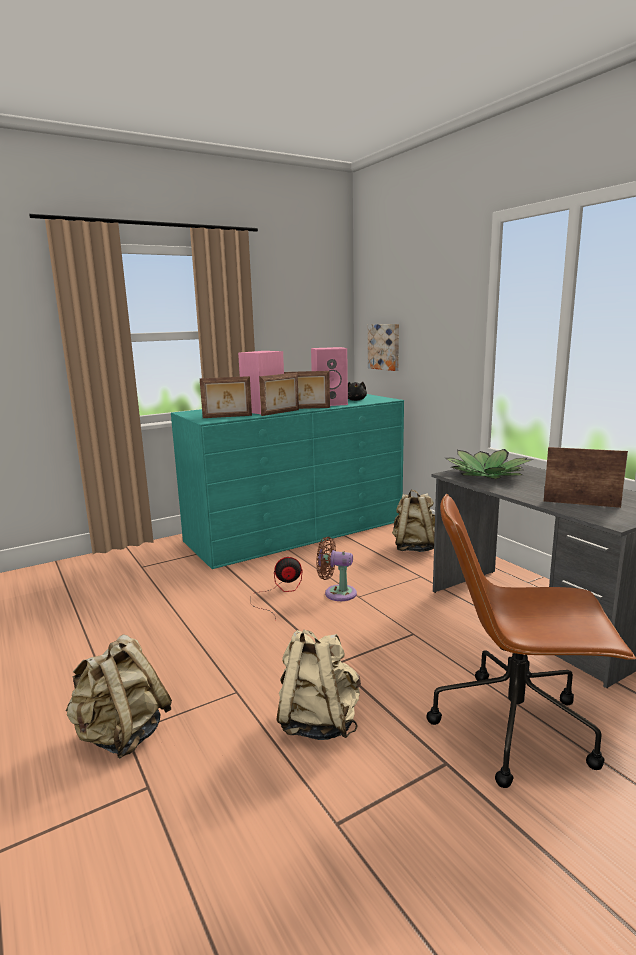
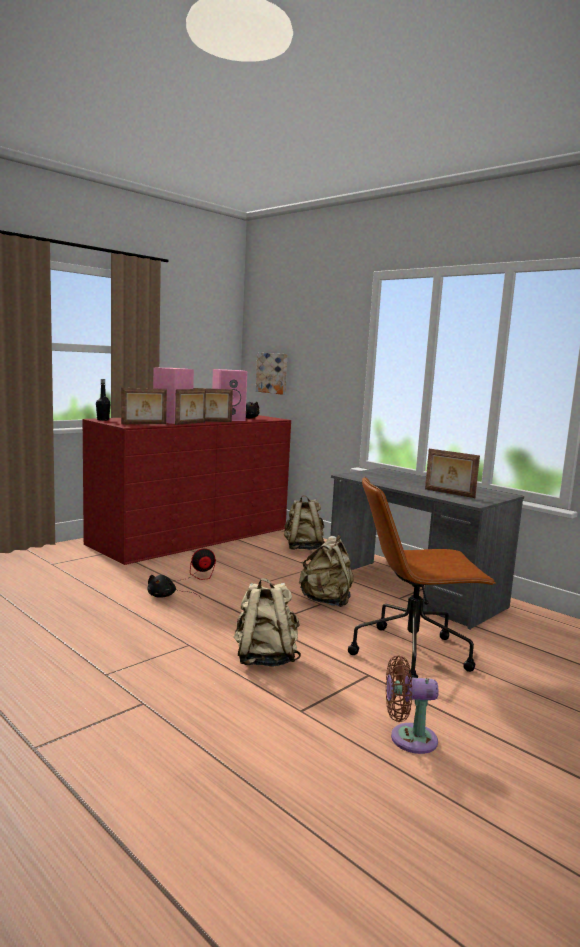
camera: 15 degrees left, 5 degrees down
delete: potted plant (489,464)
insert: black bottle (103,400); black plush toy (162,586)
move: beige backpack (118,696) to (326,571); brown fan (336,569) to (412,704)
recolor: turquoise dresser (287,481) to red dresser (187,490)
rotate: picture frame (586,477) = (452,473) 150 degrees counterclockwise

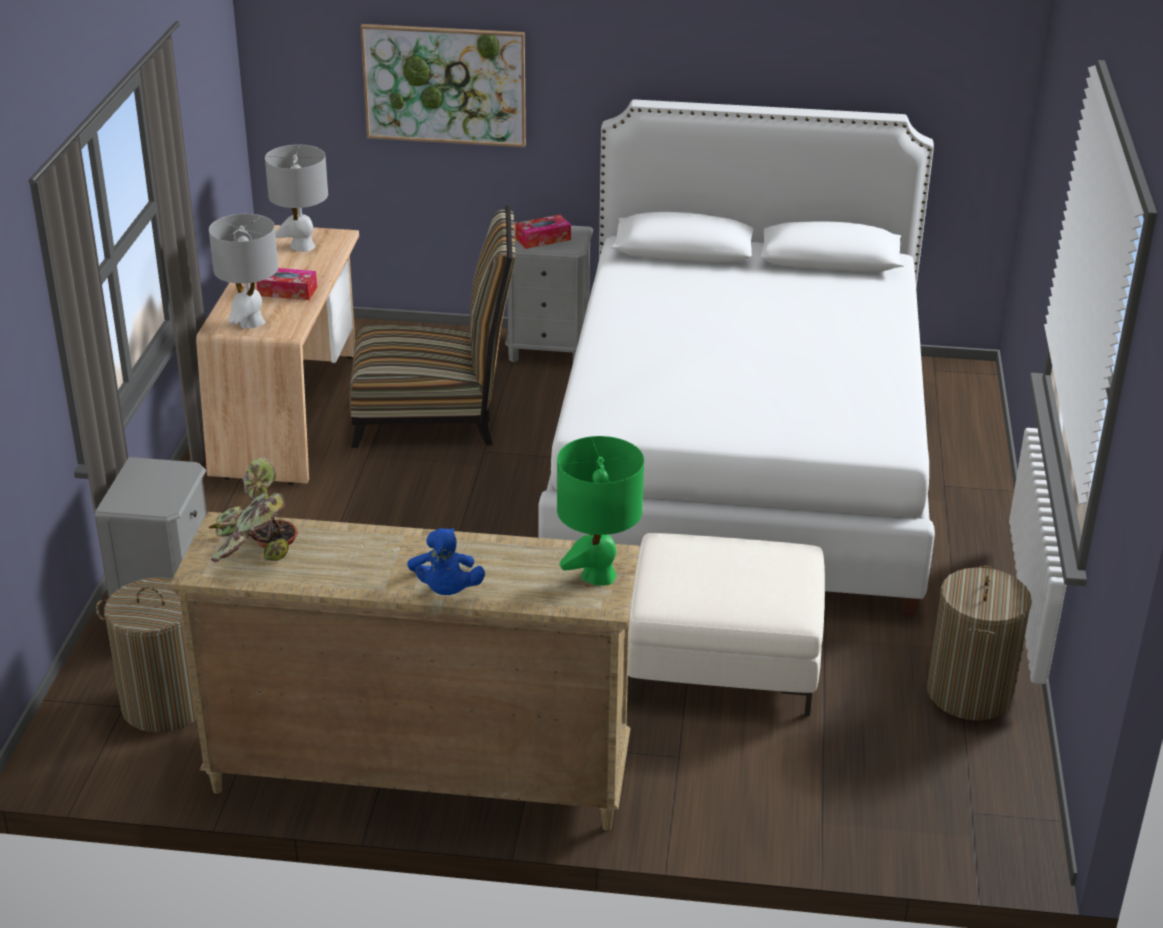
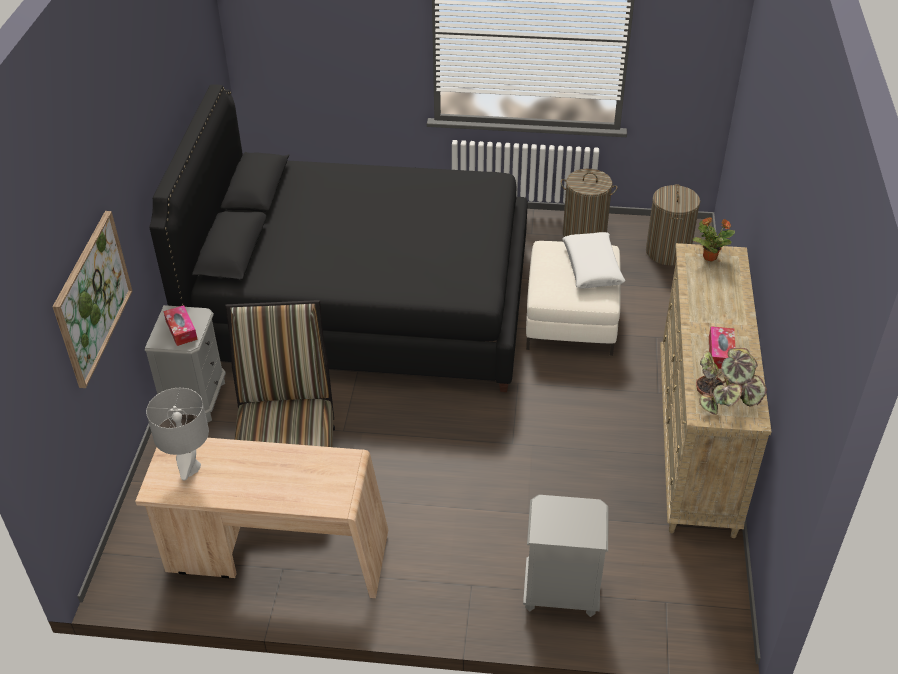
camera: 90 degrees left, 10 degrees up
delete: grey table lamp (243,271); blue plush toy (446,561)
insert: white pillow (593,260)
move: laundry basket (146,655) to (673,224); tissue box (286,284) to (722,347)
replace: green table lamp (600,510) to potted plant (714,239)
recolor: white bed (736,357) to black bed (339,238)

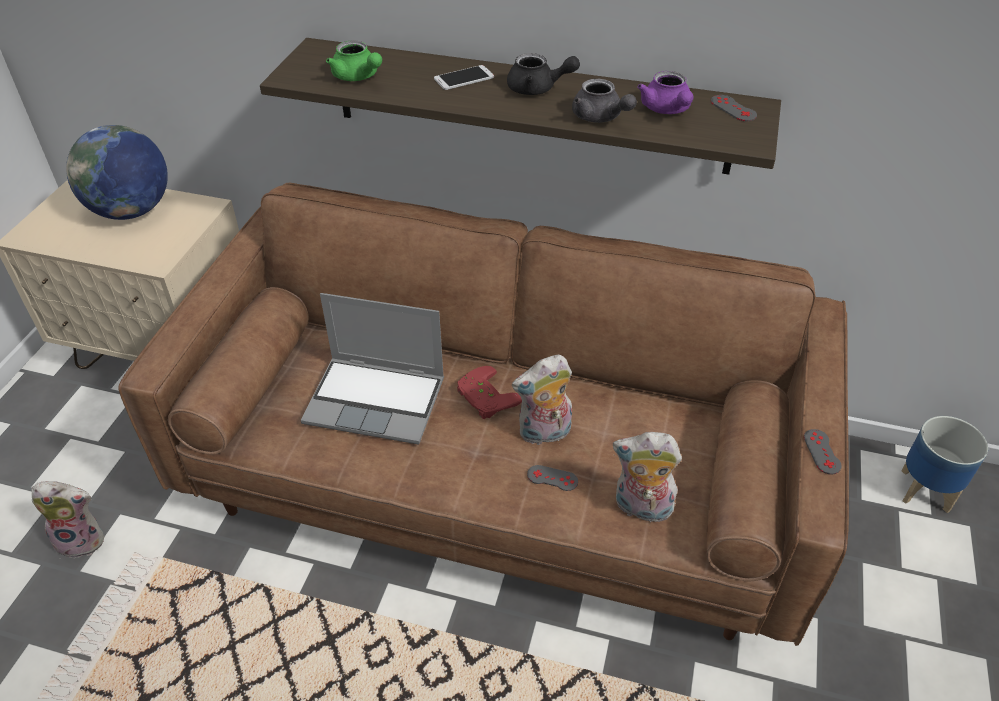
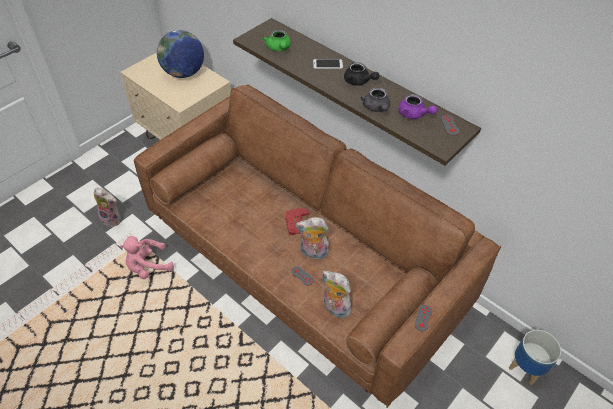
camera: 25 degrees right, 5 degrees up
delete: laptop (372,369)
insert: pink plush toy (146,257)
rotate: purple teapot (665,92) = (418,106) 60 degrees counterclockwise

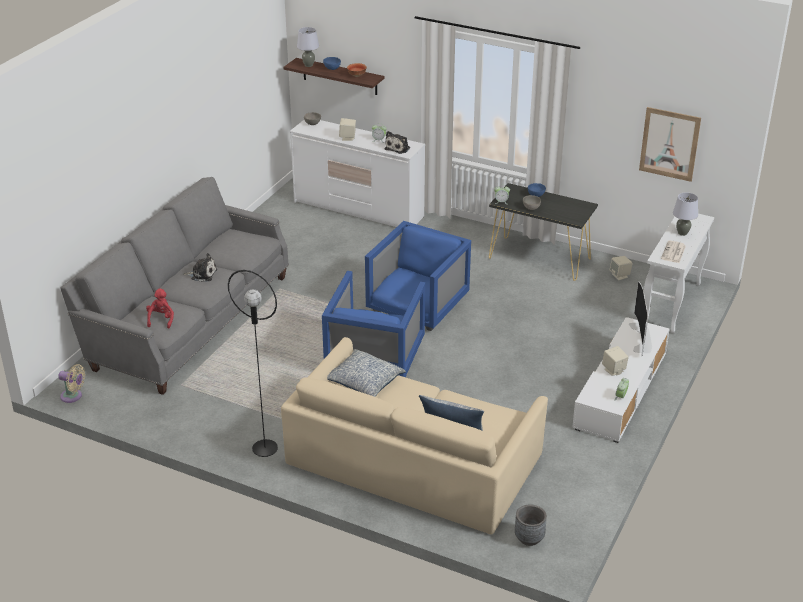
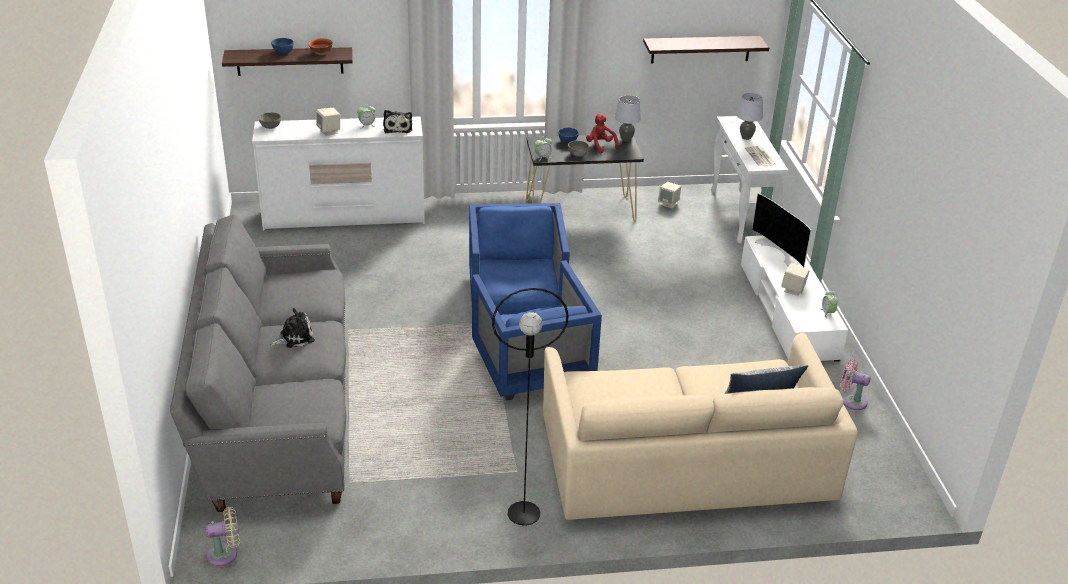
camera: 35 degrees left, 0 degrees up
delete: pillow (366,373); grey planter (531,525)
insert: pink fan (855,384)
move: red plush toy (160,308) to (602,133); grey table lamp (308,47) to (628,118)
replace: picture (670,144) to shelf (706,50)

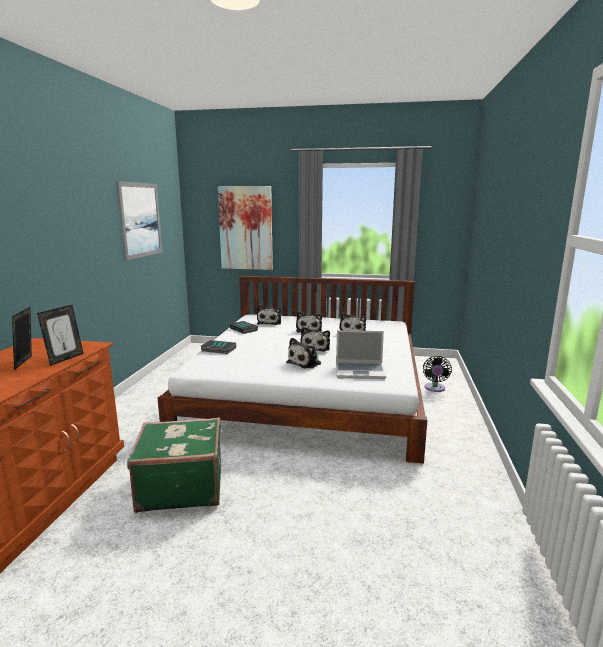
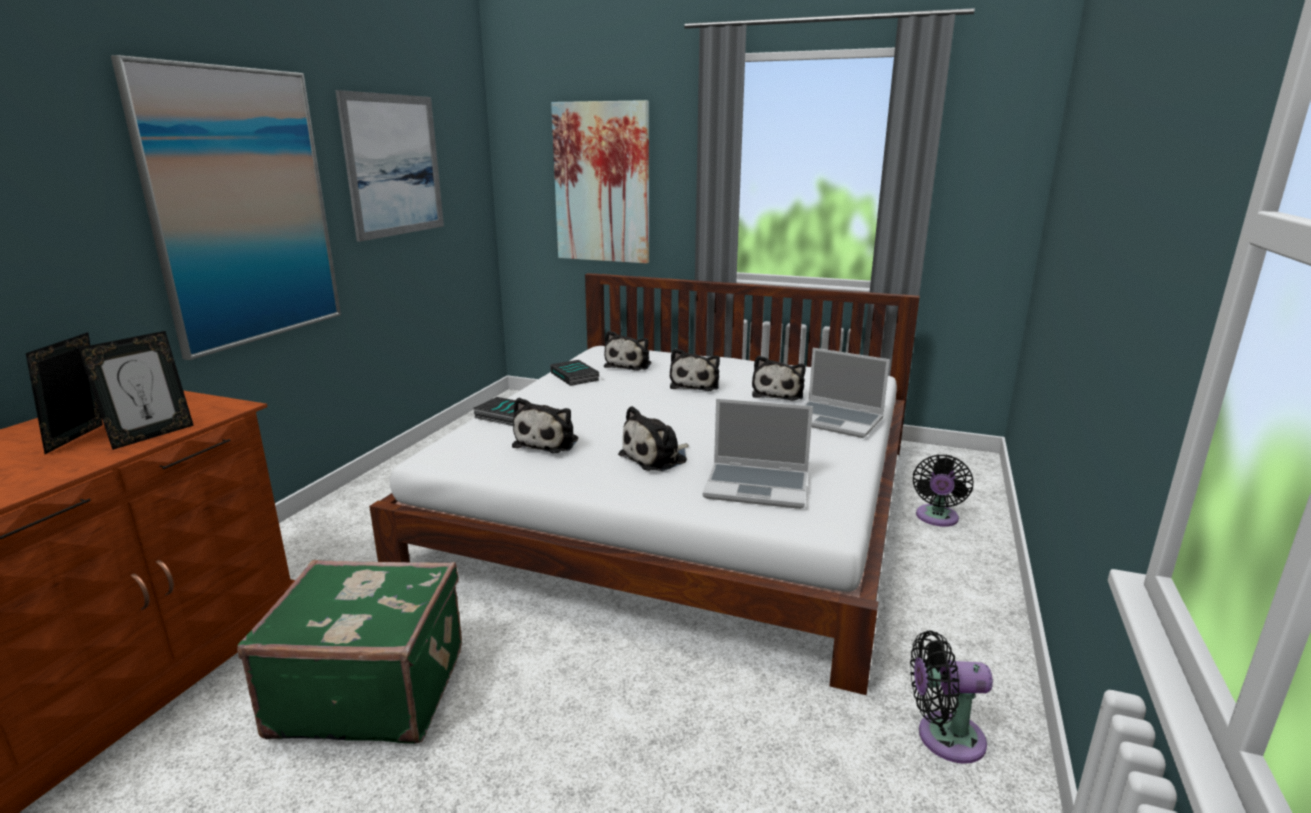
camera: 10 degrees right, 5 degrees up
insert: picture (226,207); laptop (847,393); black fan (951,697)
move: plush toy (315,339) to (545,425)

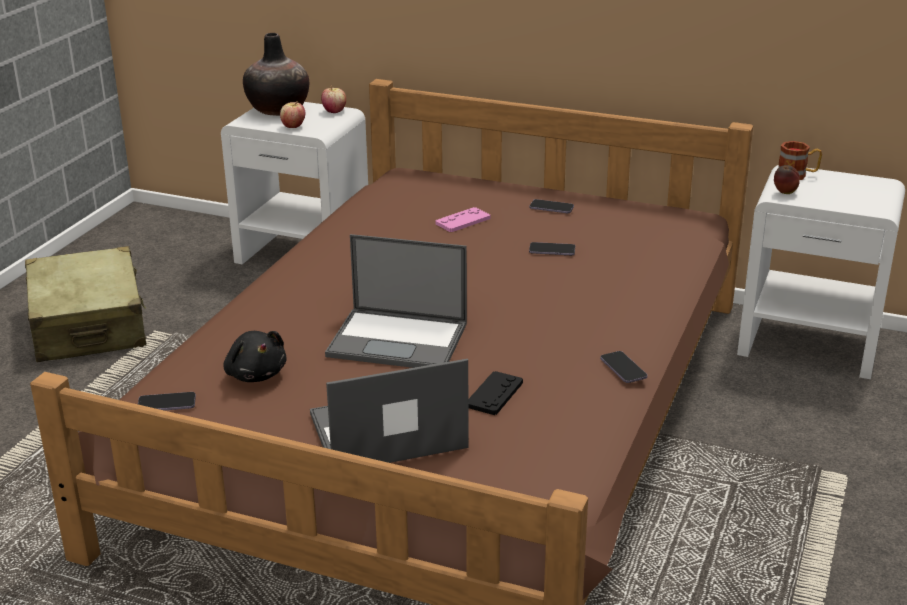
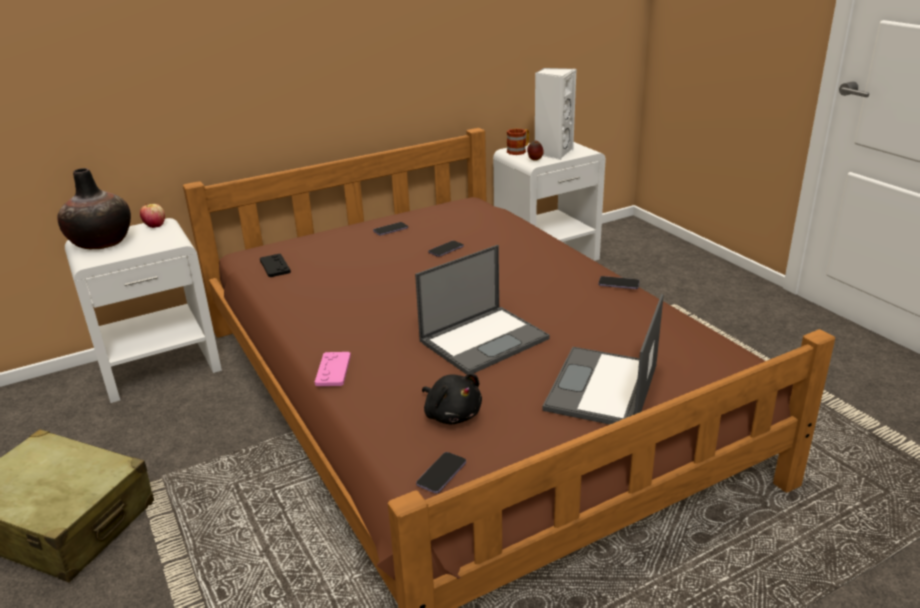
camera: 50 degrees left, 0 degrees up
delete: apple (292,115)
insert: white speaker (555,114)
move: pink game controller (462,219) to (333,369); black game controller (495,393) to (275,265)
rotate: black plush toy (254,356) = (452,399) 45 degrees clockwise

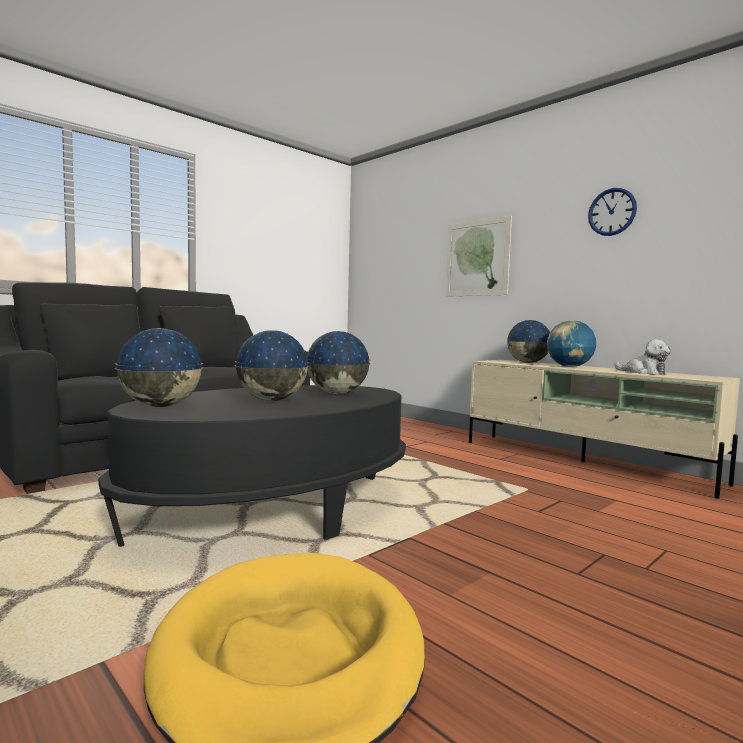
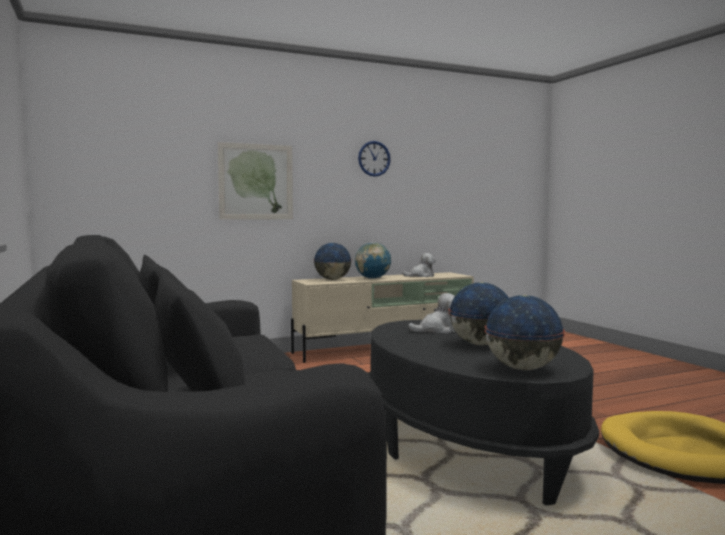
camera: 70 degrees left, 0 degrees up
replace: globe (339,362) to plush toy (431,313)

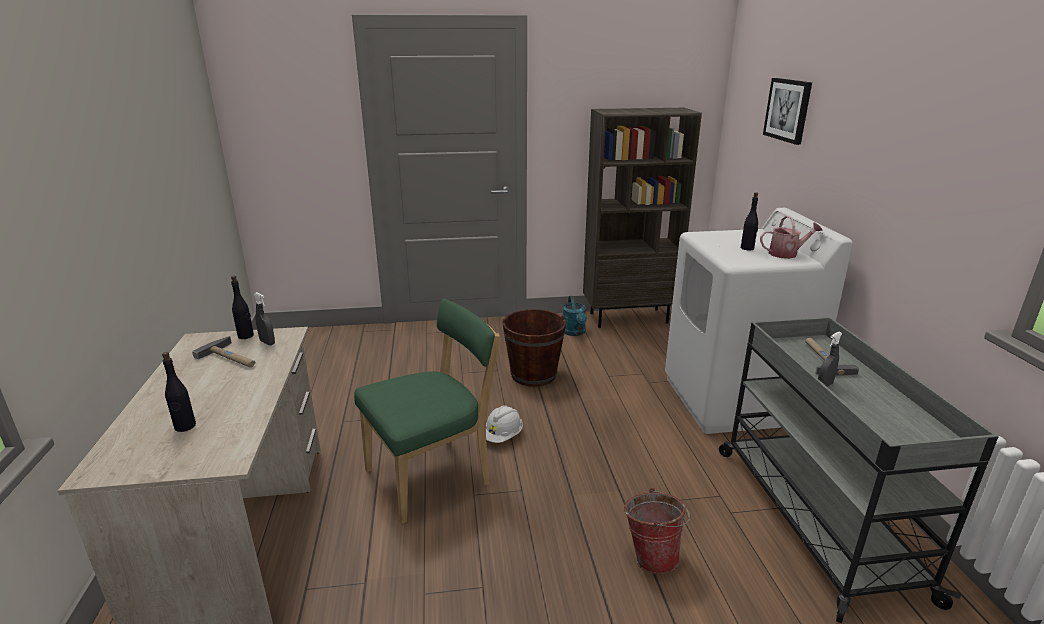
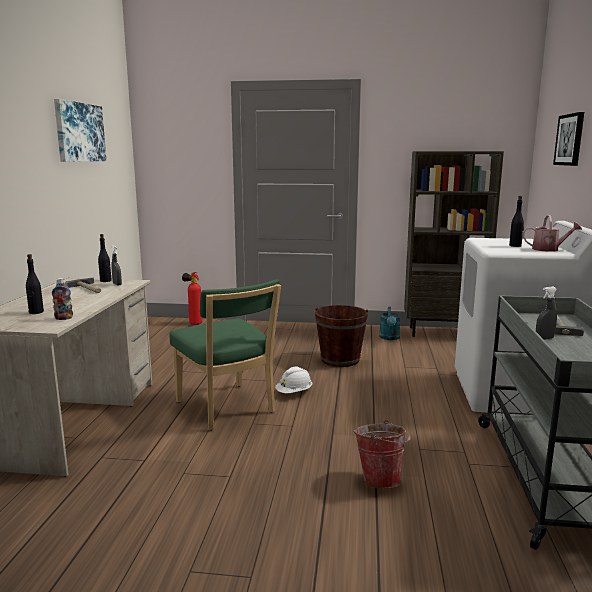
camera: 15 degrees right, 10 degrees down
insert: bottle (62,299); picture (80,130); fire extinguisher (192,298)
rotate: green chair (427,411) = (225,355) 75 degrees clockwise

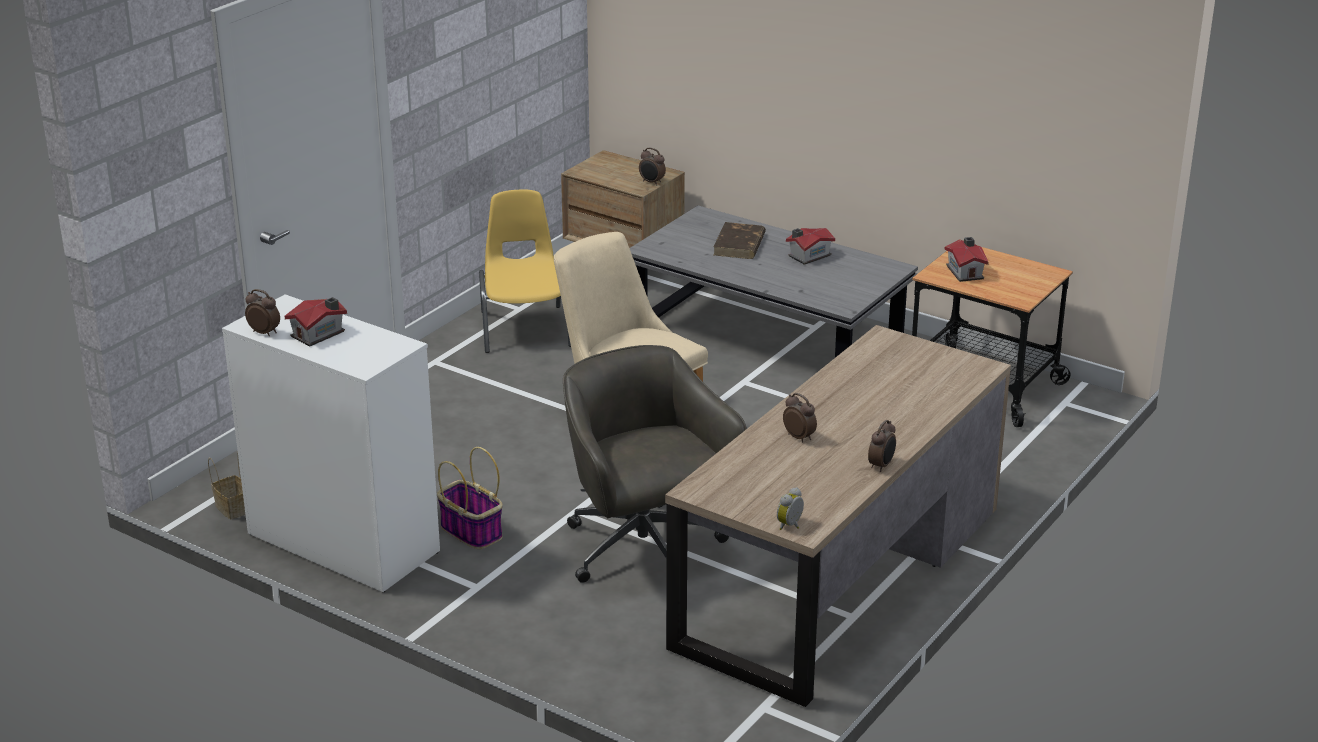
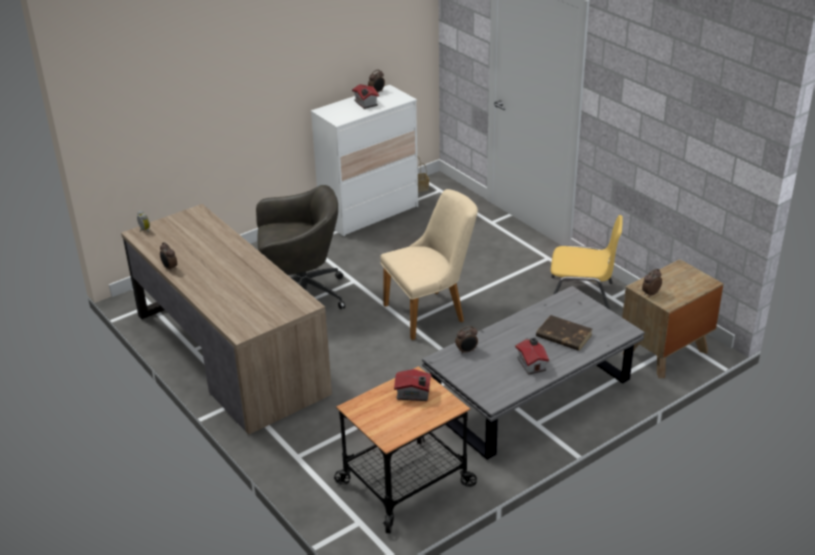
camera: 110 degrees right, 5 degrees up
delete: basket (470,498)
move: alarm clock (800,417) to (466,340)

